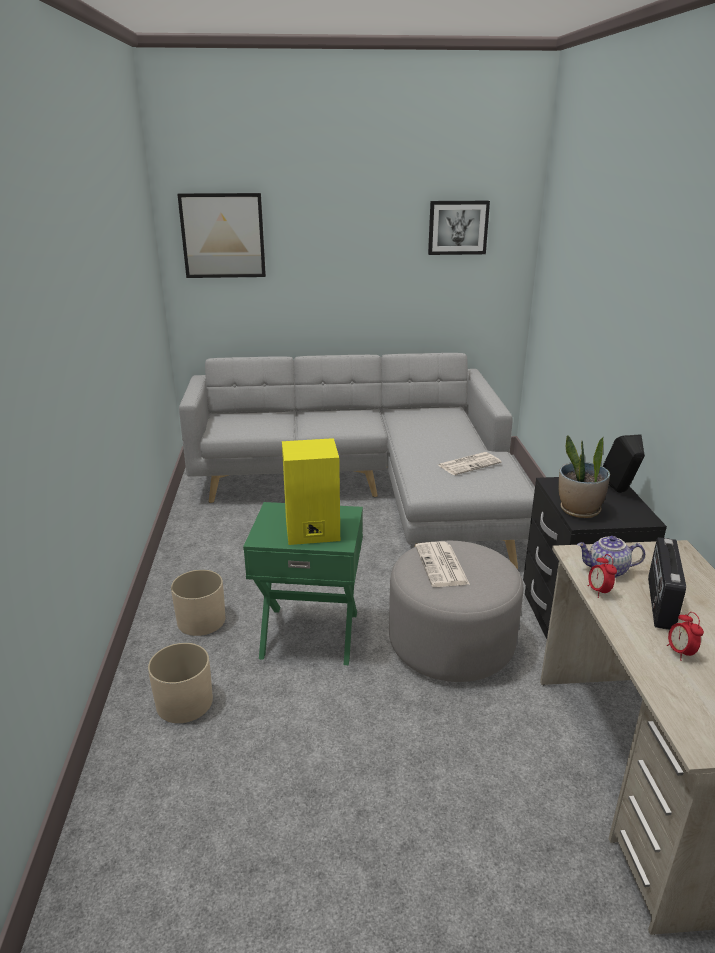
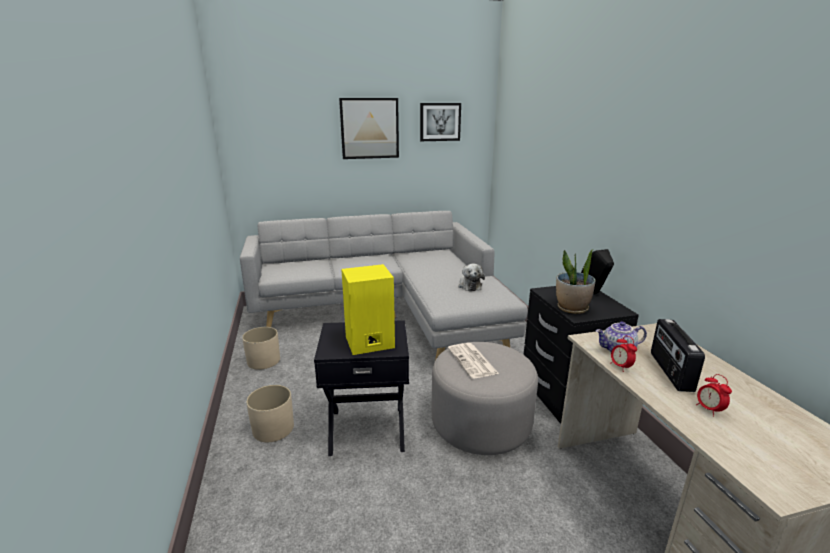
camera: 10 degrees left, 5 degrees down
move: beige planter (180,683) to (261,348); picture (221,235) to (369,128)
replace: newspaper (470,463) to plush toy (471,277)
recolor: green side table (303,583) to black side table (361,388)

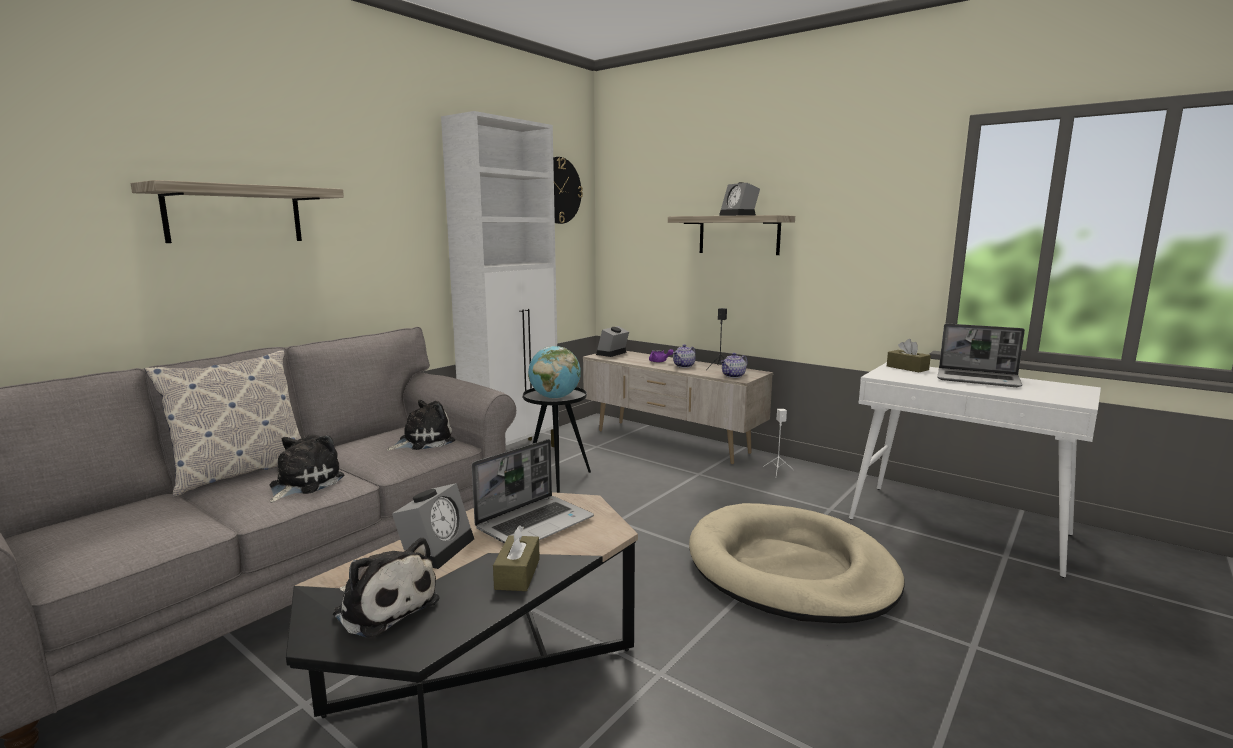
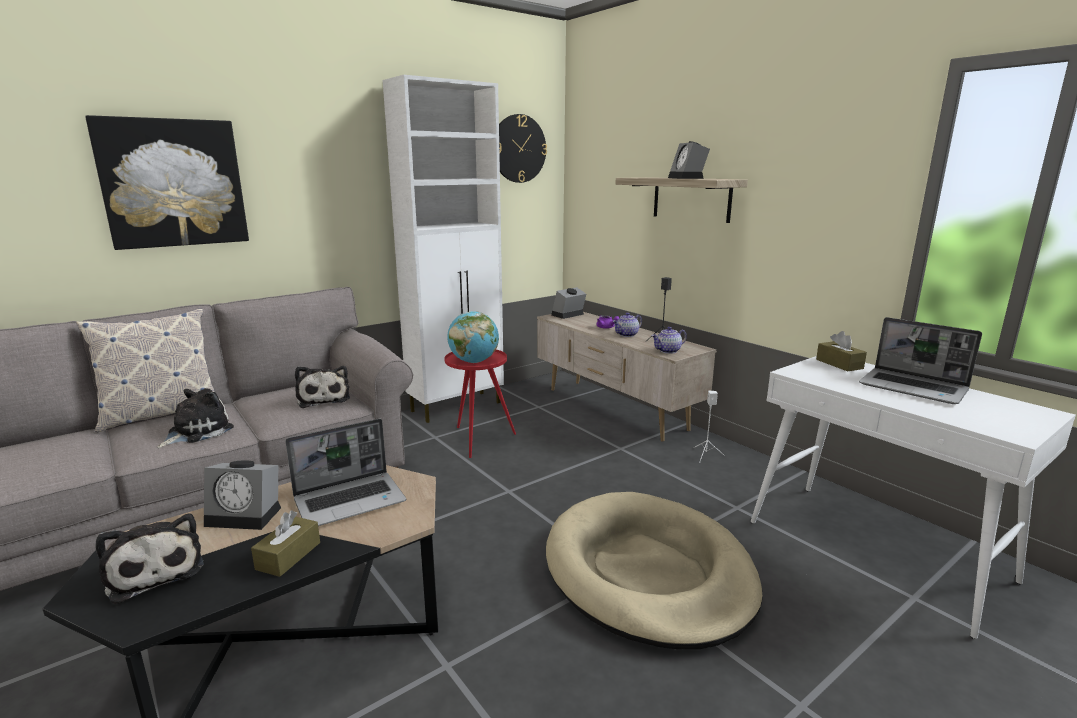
camera: 15 degrees right, 5 degrees up
replace: shelf (237,211) to picture (167,182)
recolor: black side table (557,440) to red side table (480,404)
rotate: plush toy (420,425) = (322,387) 90 degrees clockwise; alarm clock (433,526) = (242,495) 60 degrees clockwise

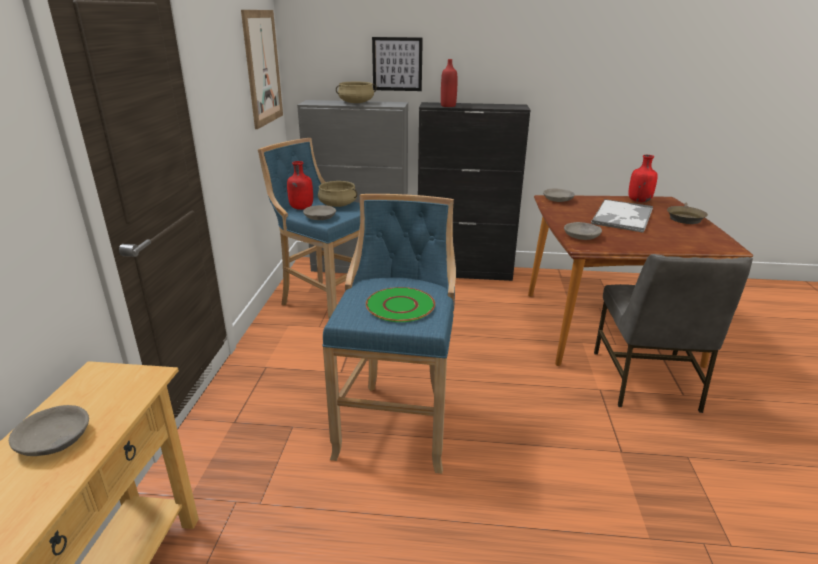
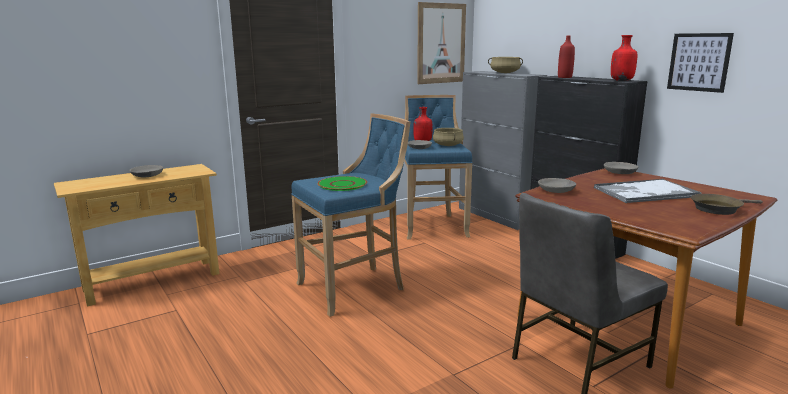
camera: 50 degrees right, 10 degrees down
move: picture (397,64) to (700,63); red bottle (643,178) to (624,58)

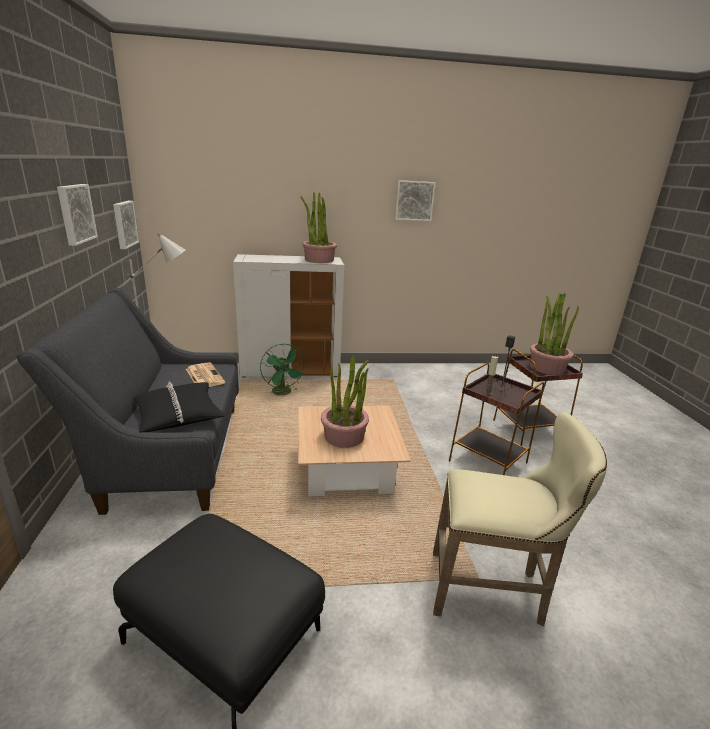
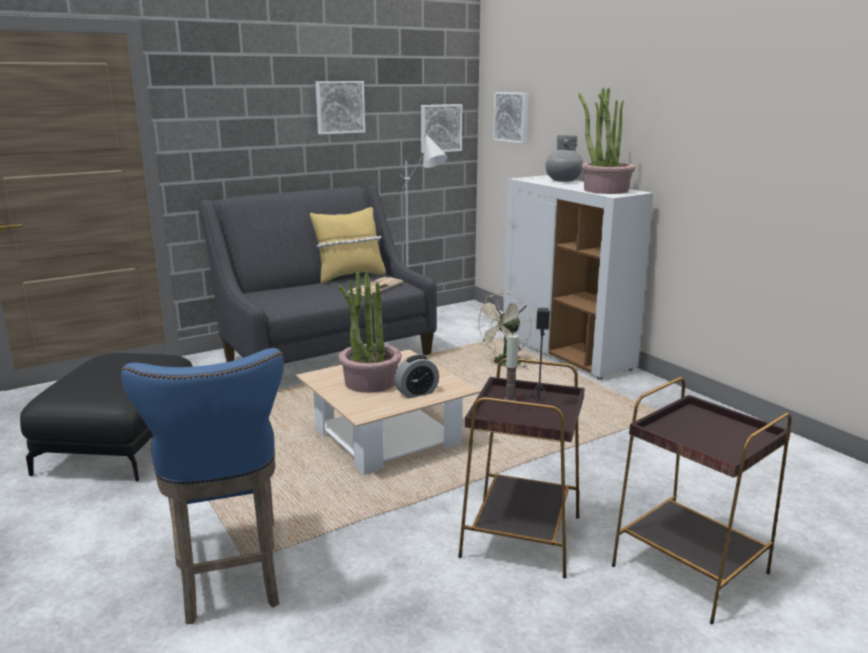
camera: 65 degrees right, 5 degrees down
delete: black pillow (179,407); potted plant (554,333)
insert: yellow pillow (348,245); alarm clock (416,376); grey vase (564,158)
move: picture (415,200) to (511,118)
recolor: green fan (283,369) to beige fan (502,329); beige stool (520,519) to blue stool (202,486)

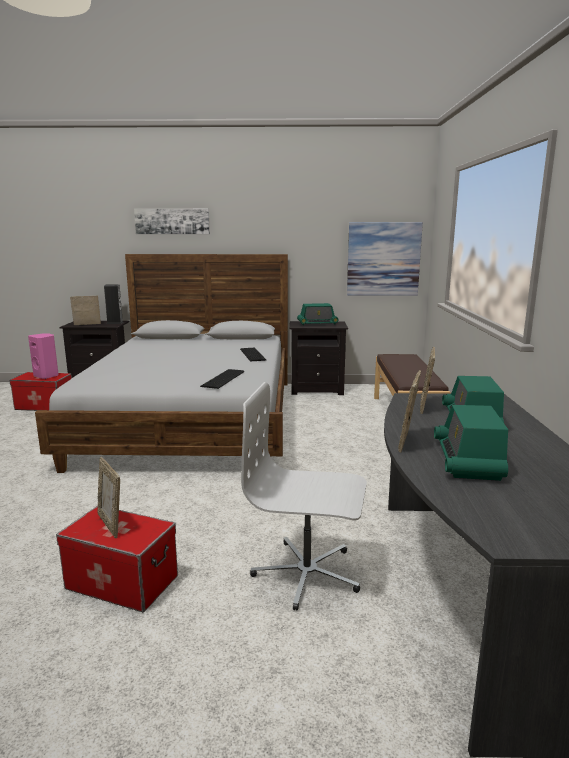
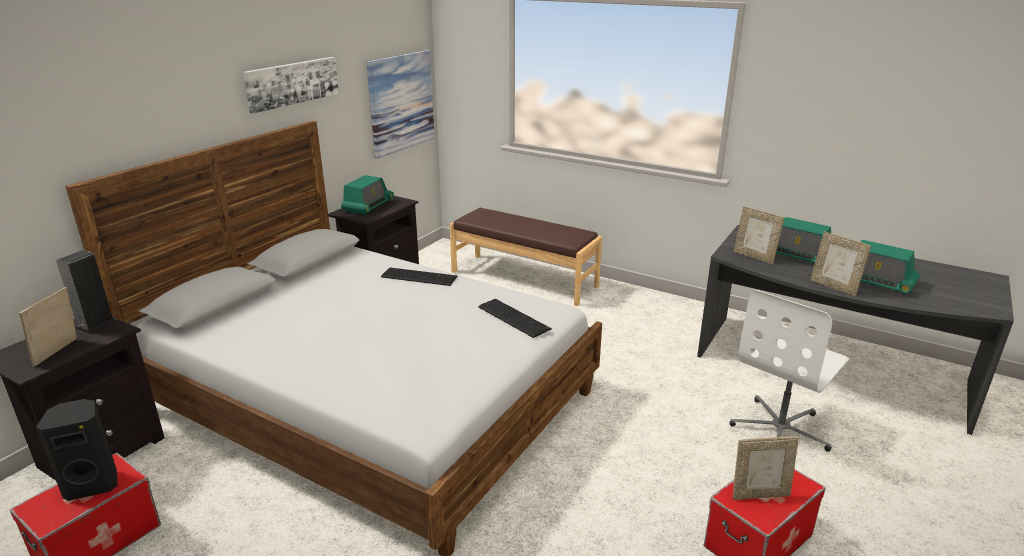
camera: 60 degrees left, 10 degrees up
move: picture (172,221) to (291,85)
recolor: pink speaker (43,356) to black speaker (77,450)

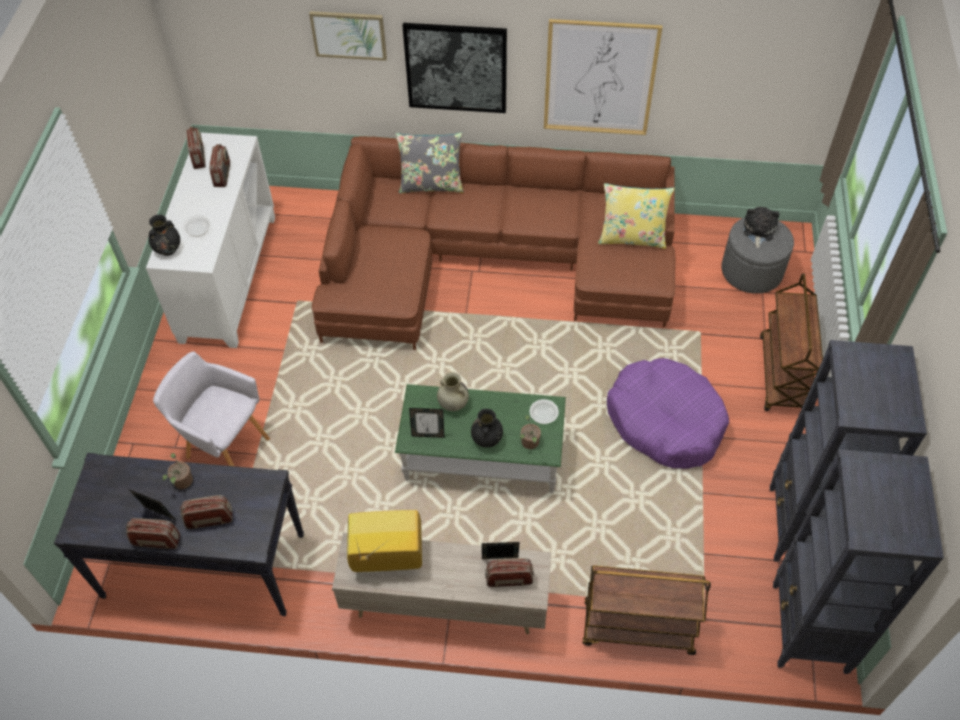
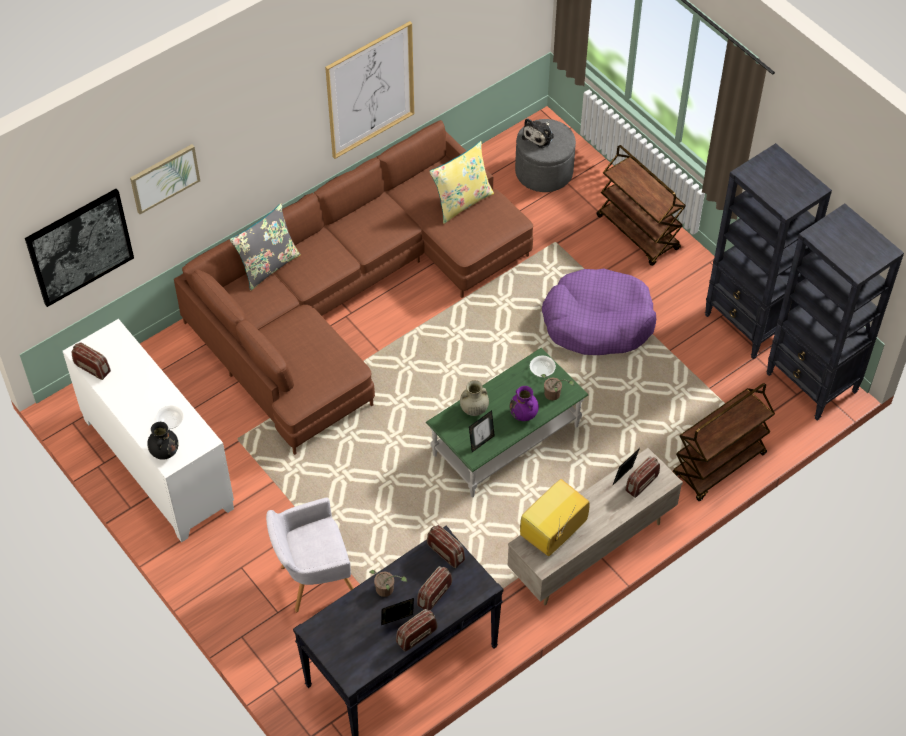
camera: 45 degrees left, 0 degrees up
move: radio (219,165) to (446,546); picture (455,68) to (79,248)
recolor: black vase (487,428) to purple vase (524,403)
rotate: plush toy (761,227) = (538,133) 120 degrees counterclockwise

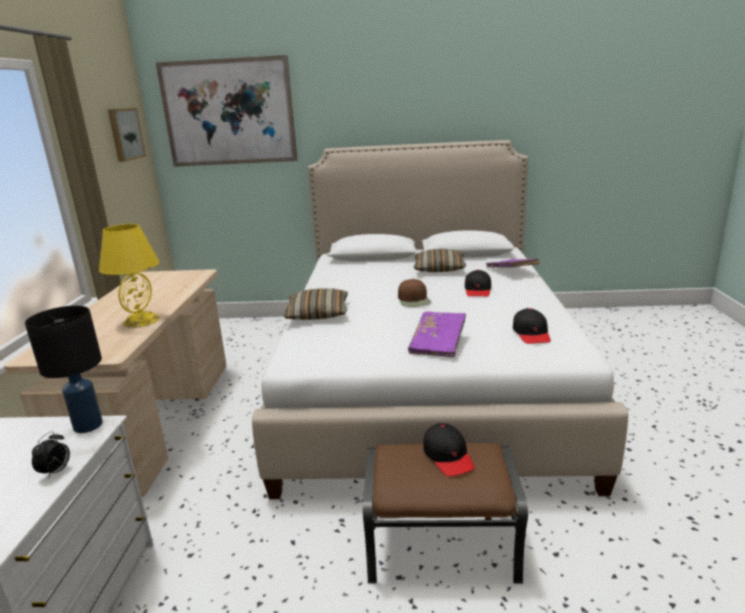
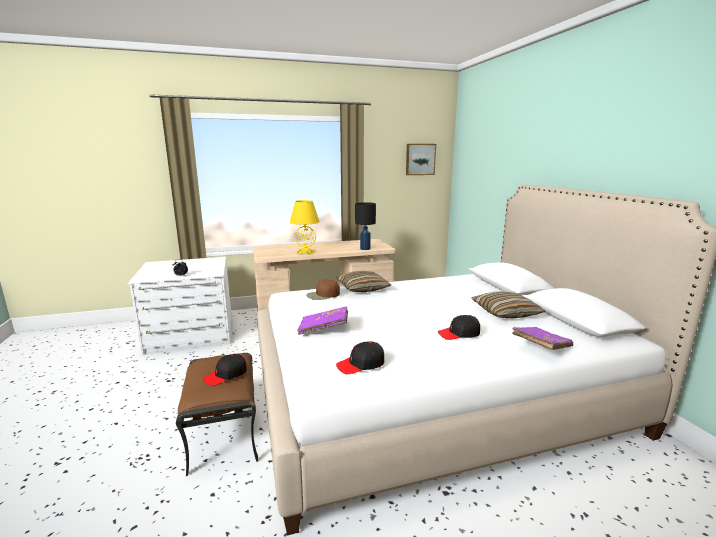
camera: 70 degrees right, 5 degrees down
delete: picture (227,111)
move: black table lamp (64,369) to (365,226); brown cap (415,293) to (323,289)

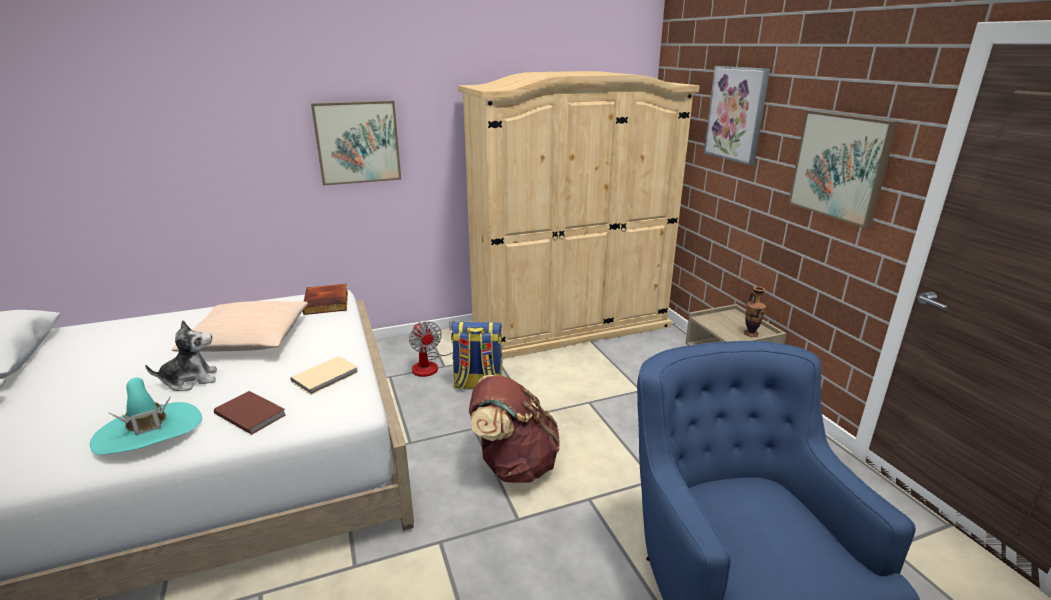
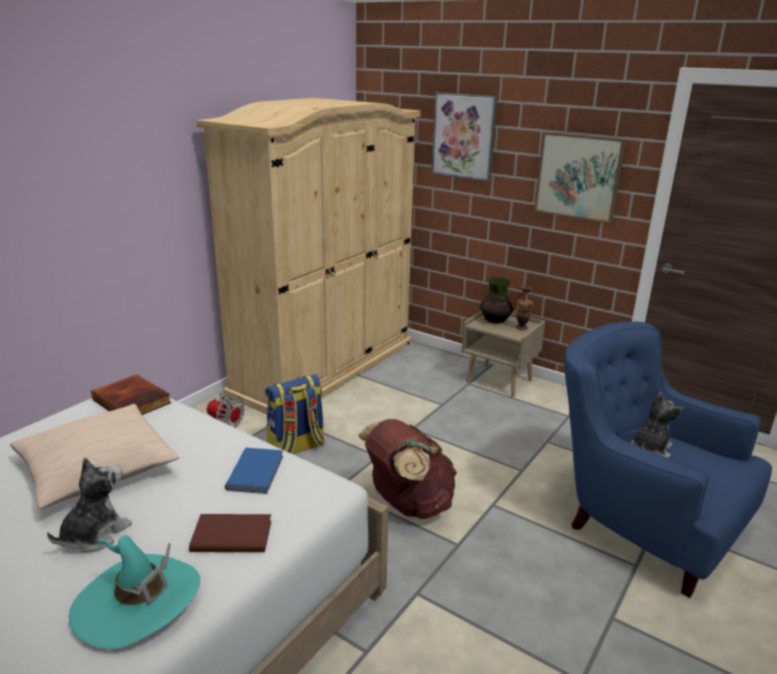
camera: 35 degrees left, 0 degrees up
delete: picture (356,143)
insert: vase (497,300); plush toy (657,425)
recolor: beige book (324,375) to blue book (254,471)

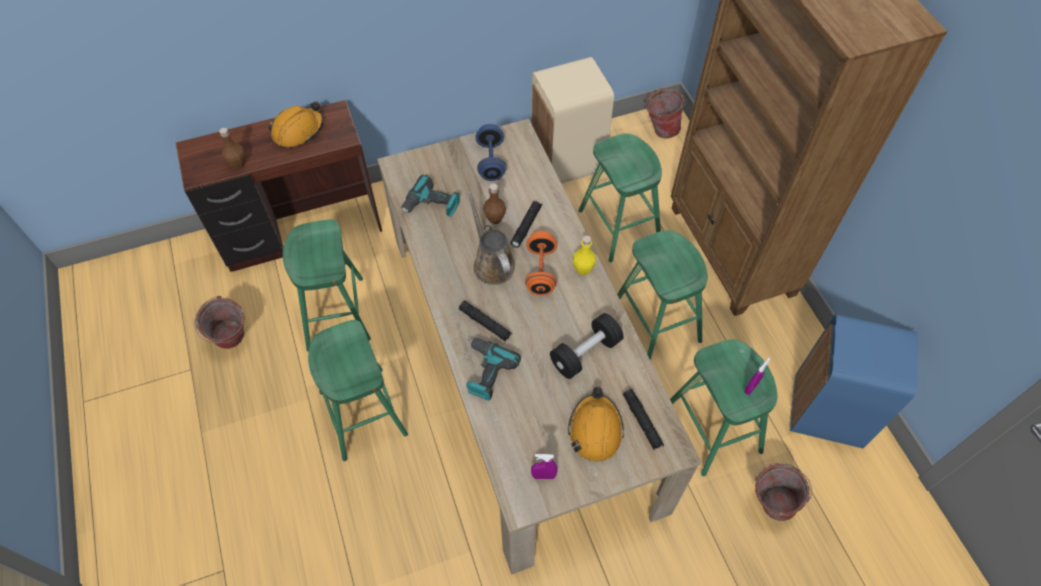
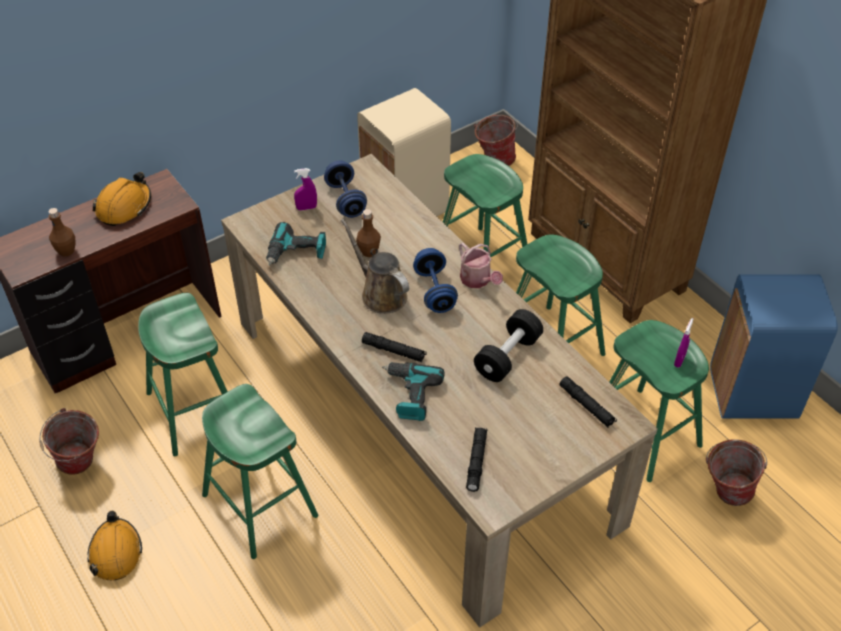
camera: 15 degrees left, 10 degrees down
move: black flashlight (526,224) to (476,459); purple spray bottle (544,466) to (305,189); orange hard hat (596,424) to (114,545)
replace: yellow bottle (584,255) to watering can (481,265)
recolor: orange dumbbell (541,263) to blue dumbbell (435,280)

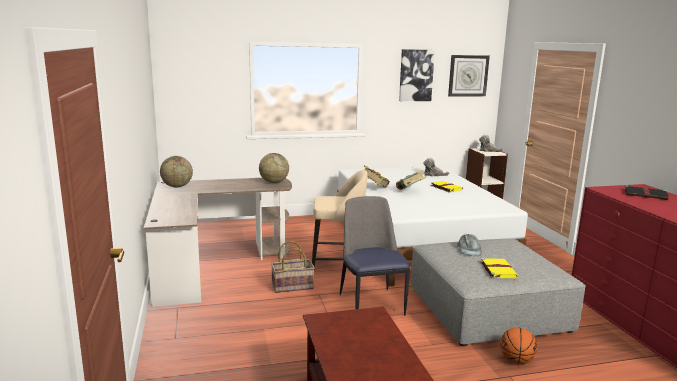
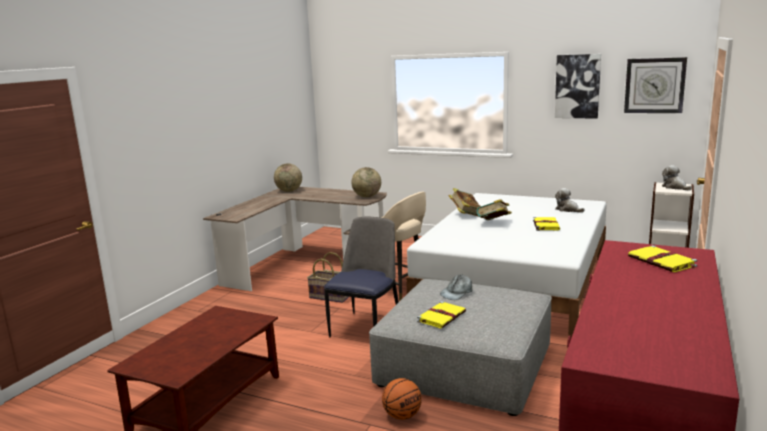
camera: 40 degrees right, 0 degrees up
recolor: black book (647,192) to yellow book (662,258)

